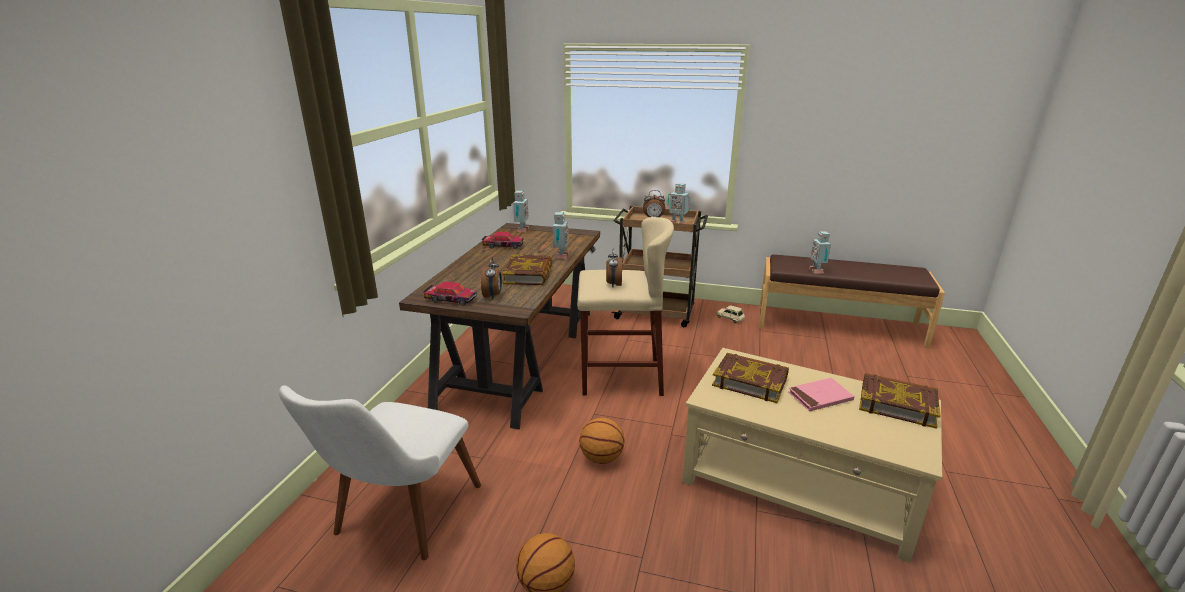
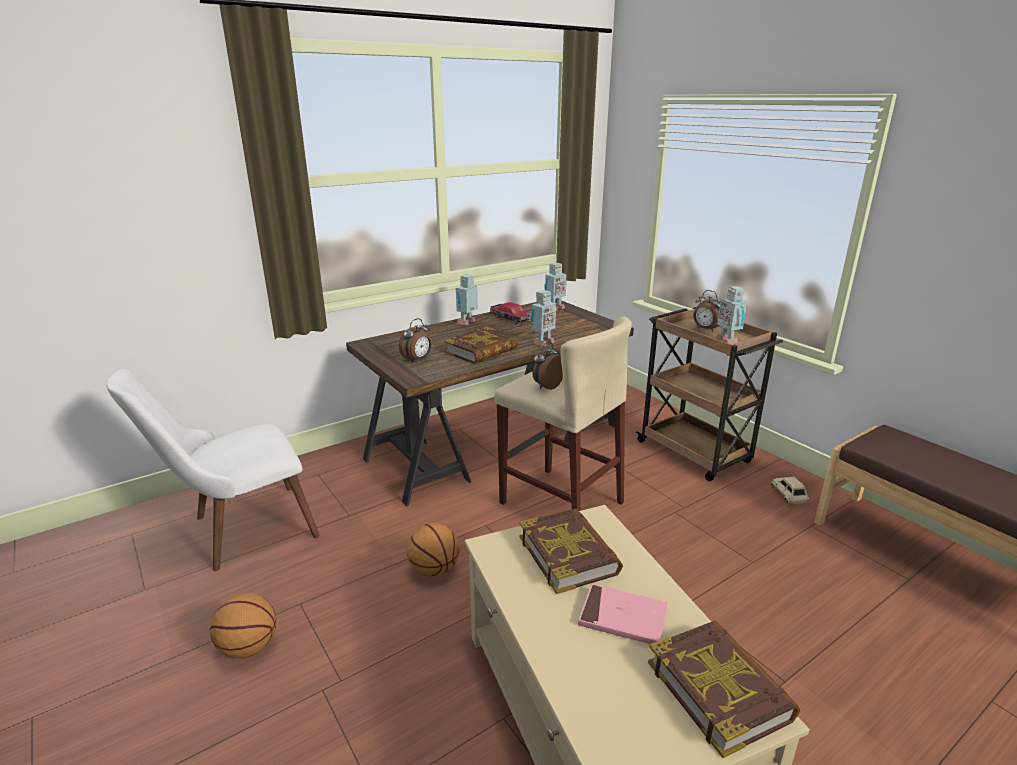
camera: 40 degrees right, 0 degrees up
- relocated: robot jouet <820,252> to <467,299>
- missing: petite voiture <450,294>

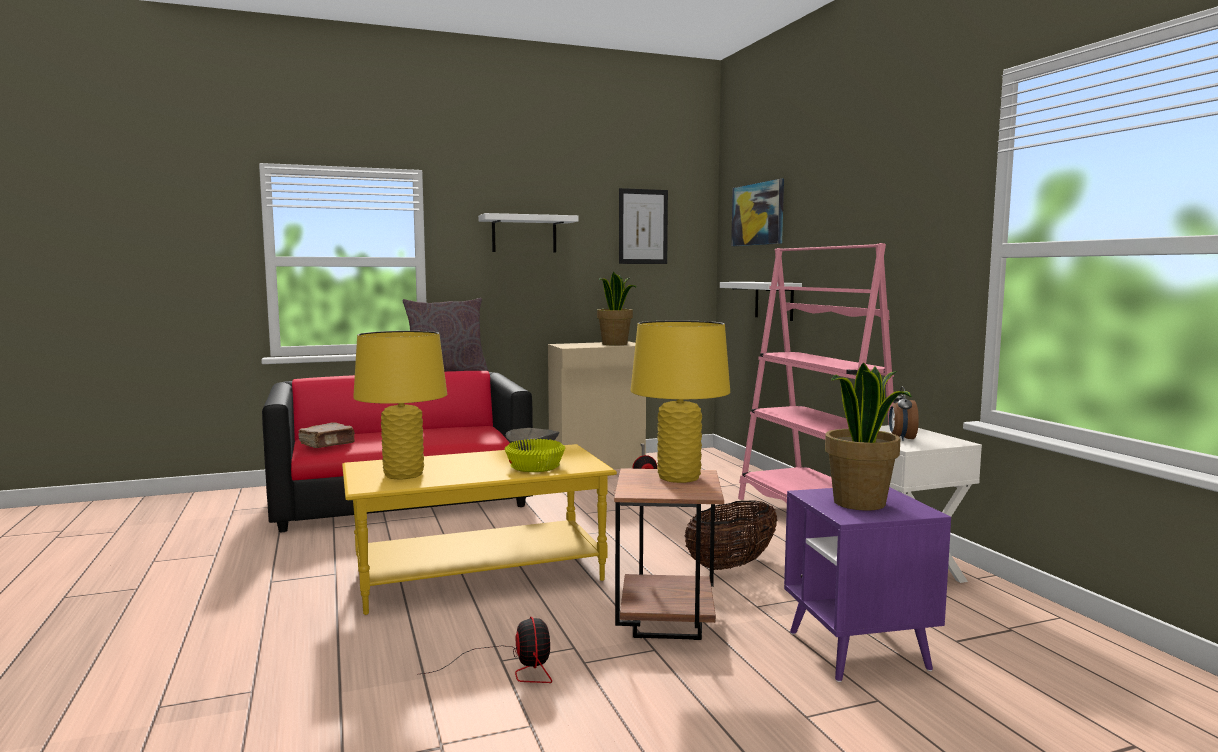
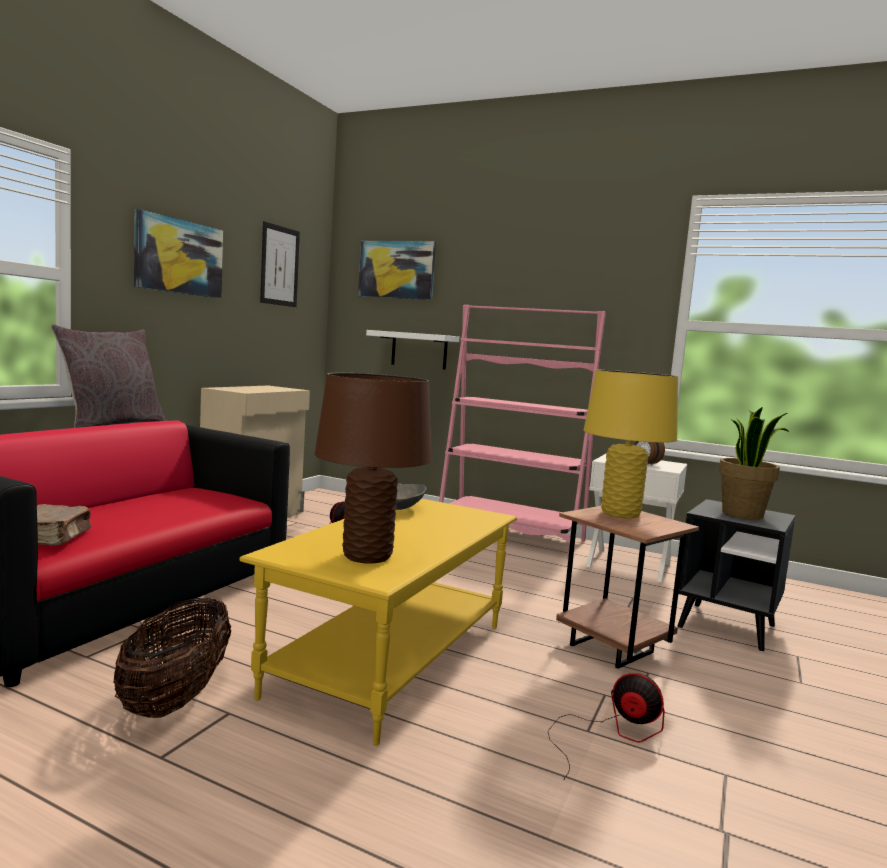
camera: 45 degrees left, 0 degrees up
- relocated: panier <730,535> to <172,658>
- exchanged: étagère (blanc) <528,232> to tableau <178,253>
- colour: lampe de table (jaune) <400,405> to lampe de table (marron) <373,468>
- colour: table d'appoint (violet) <867,584> to table d'appoint (noir) <736,575>
- missing: bol (jaune) <534,455>
- missing: plante en pot <616,309>

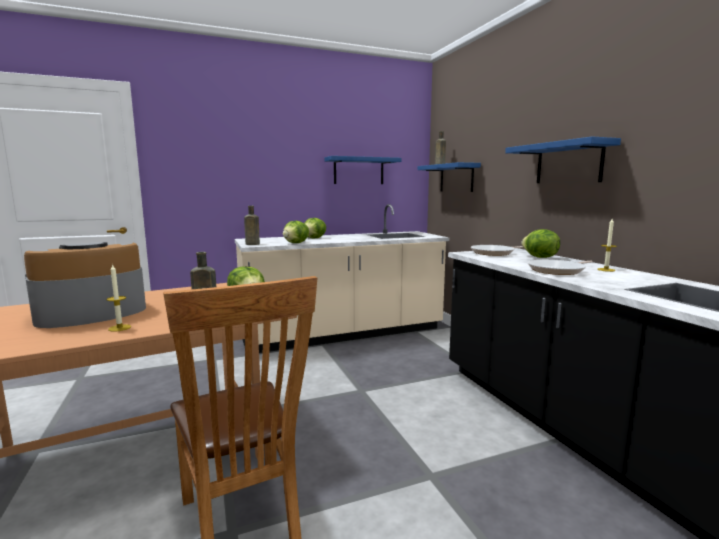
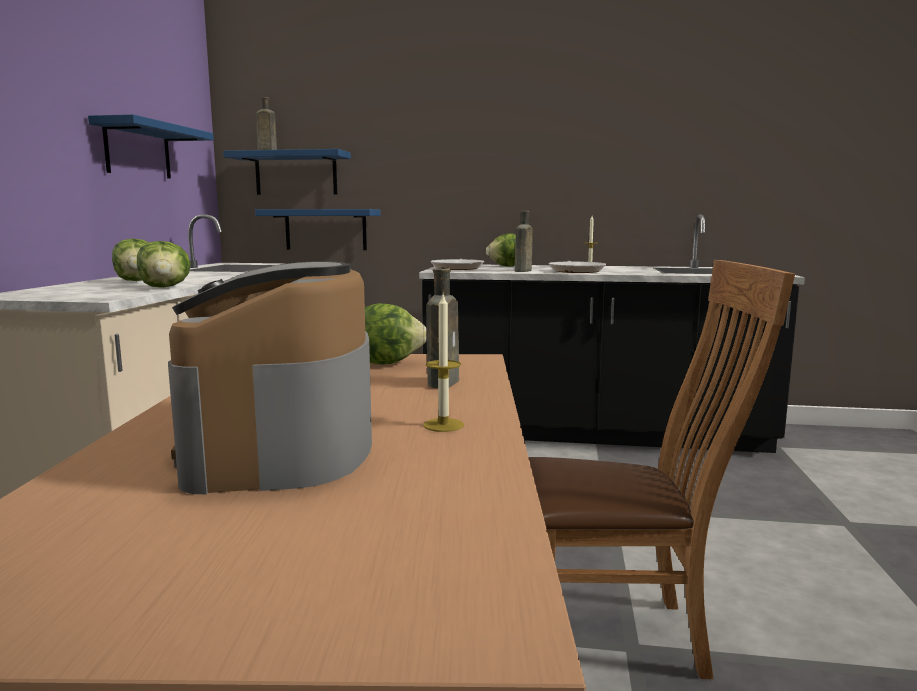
camera: 60 degrees left, 0 degrees up
- relocated: étagère (bleu) <563,159> to <318,229>
- relocated: bouteille (marron) <252,225> to <524,241>

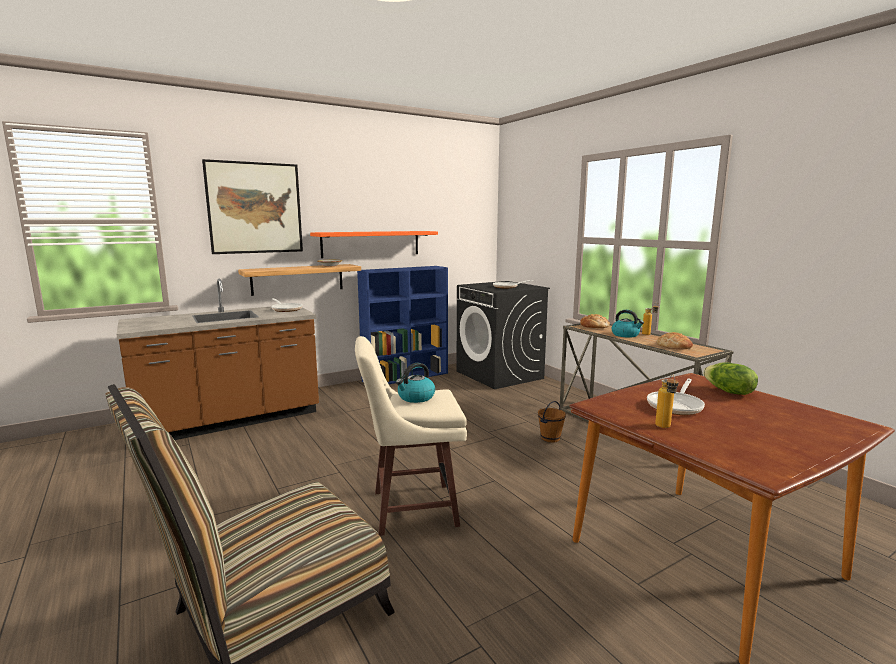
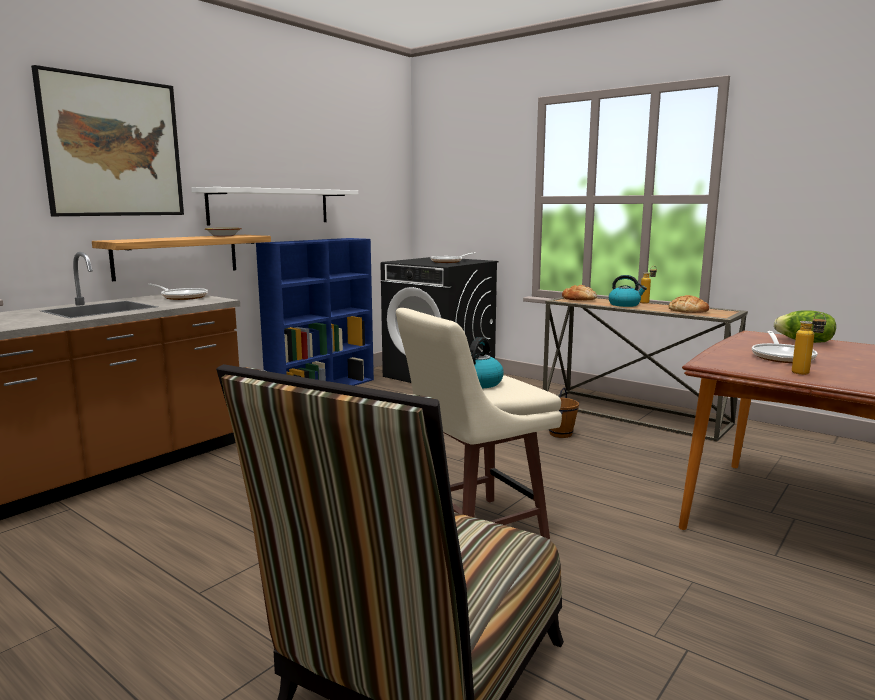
camera: 20 degrees left, 0 degrees up
- colour: étagère (orange) <374,244> to étagère (blanc) <275,206>

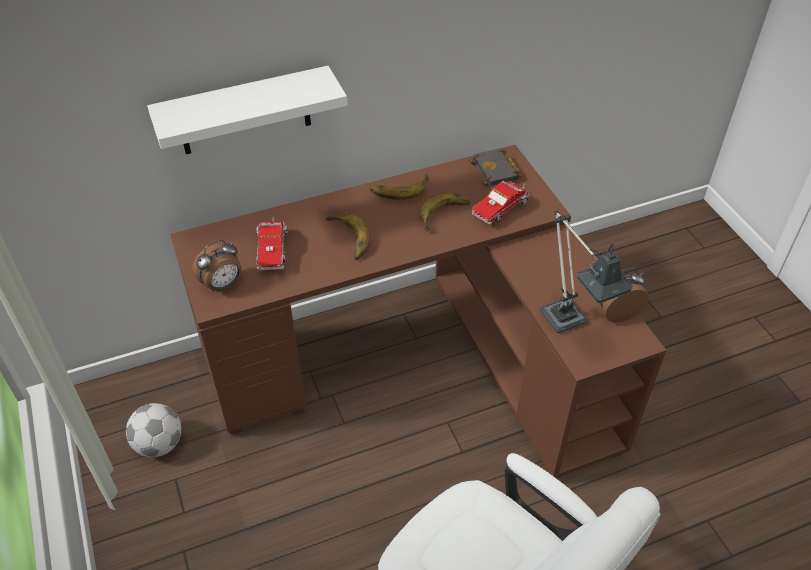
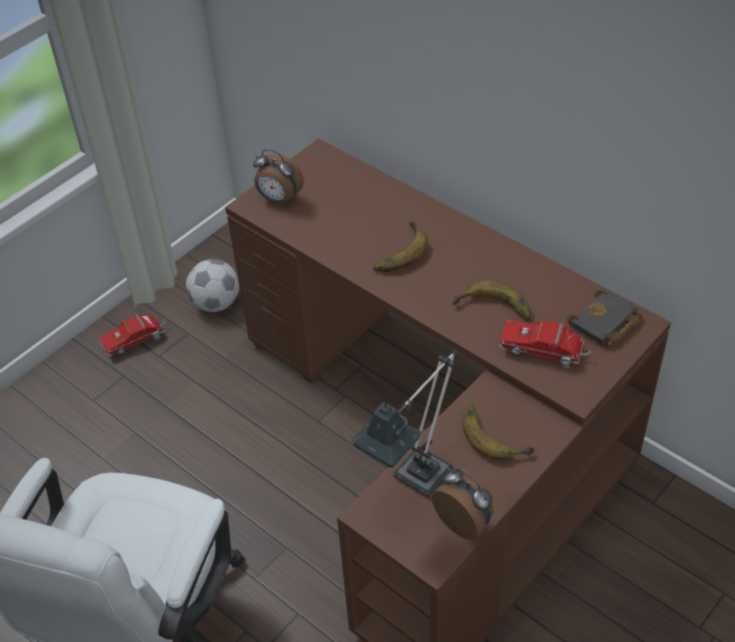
camera: 65 degrees right, 0 degrees up
- relocated: camion jouet <272,244> to <132,335>
- relocated: banane <399,187> to <498,432>
- missing: étagère (blanc) <247,110>

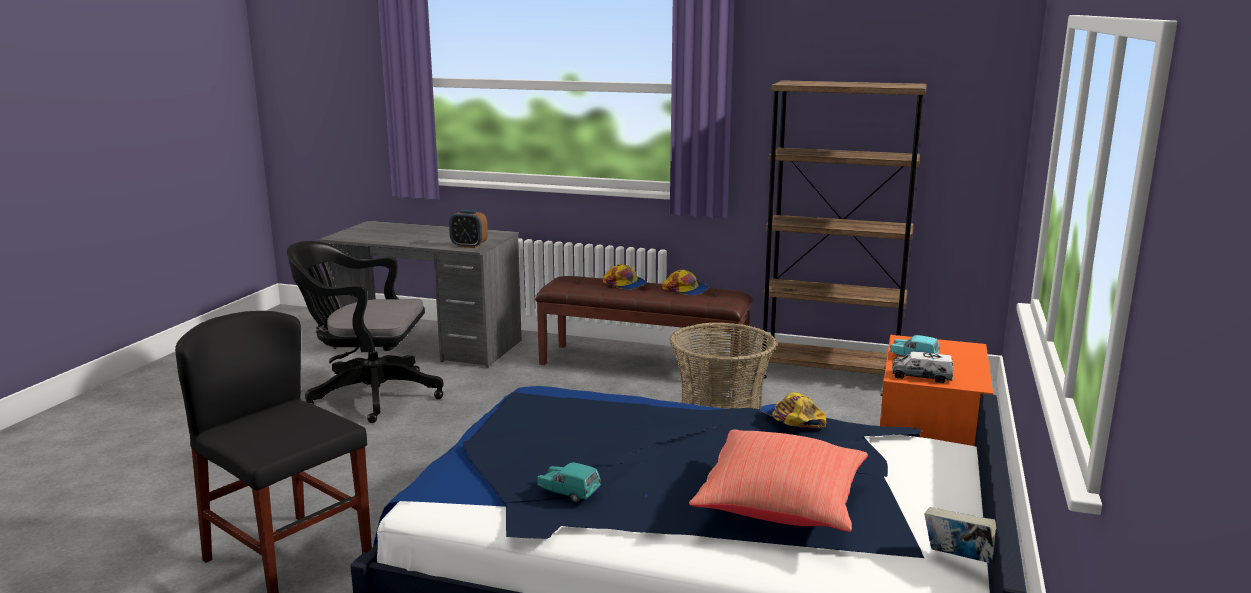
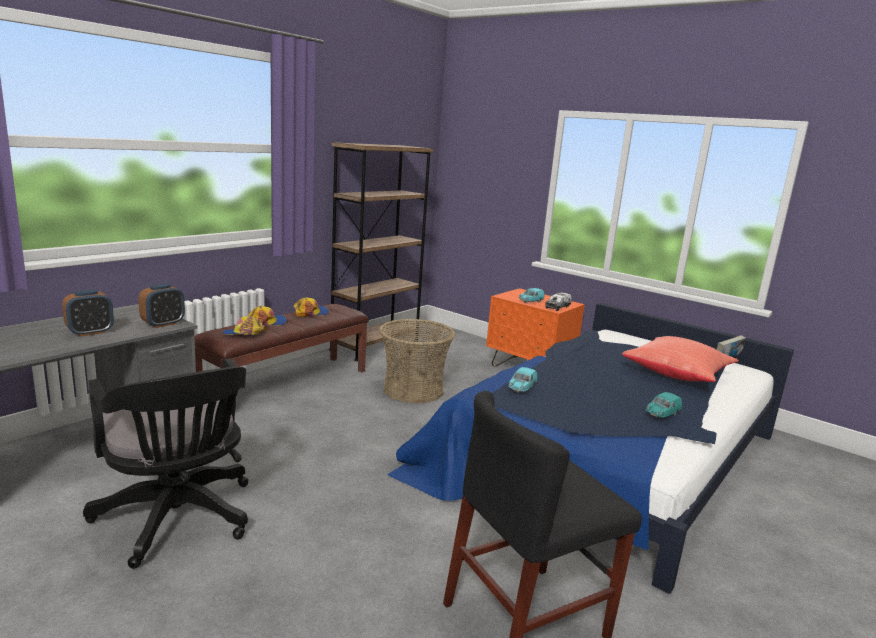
camera: 70 degrees left, 0 degrees up
- appeared: réveil <88,313>
- spun: chaise de bureau (noir) <365,332> = <166,463> 60 degrees counterclockwise
- relocated: casquette <793,410> to <244,326>
- appeared: petite voiture (turquoise) <522,380>

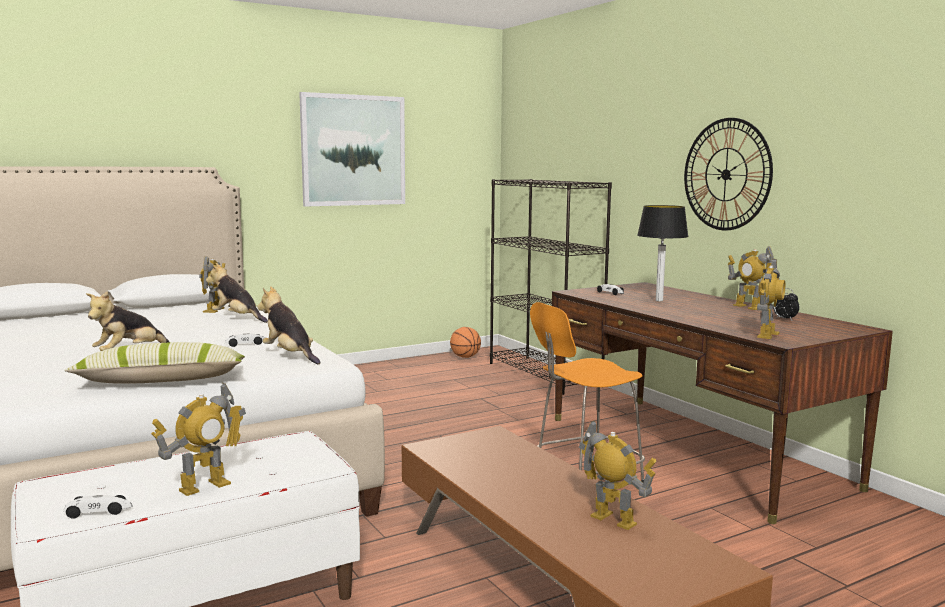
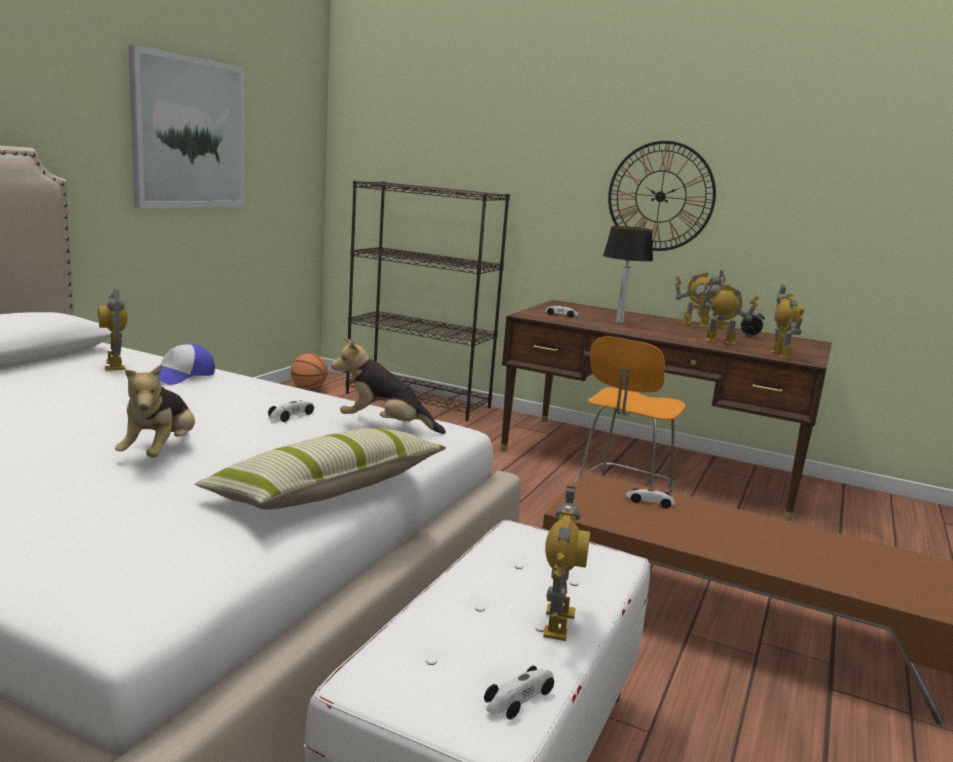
camera: 35 degrees left, 5 degrees up
- exchanged: peluche <237,293> to casquette <187,364>
- appeared: petite voiture <650,498>
- relocated: robot jouet <617,475> to <727,311>

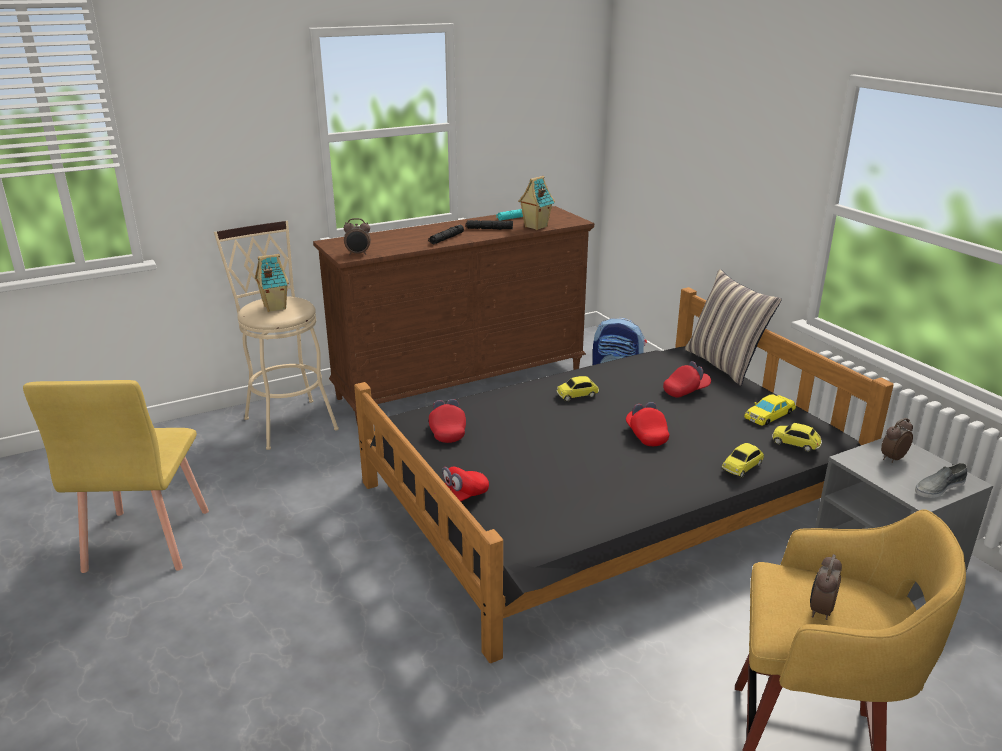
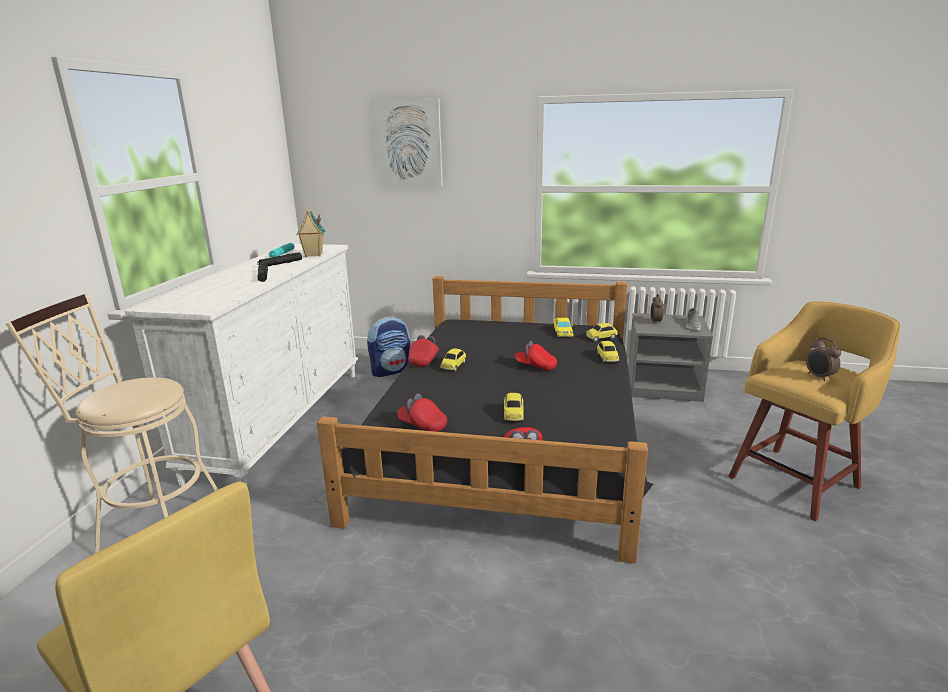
camera: 50 degrees left, 5 degrees down
- colour: commode (marron) <453,316> to commode (blanc) <241,365>
- appeared: tableau <407,142>
- relocated: casquette (rouge) <687,379> to <423,351>
- appeared: petite voiture <513,407>
- missing: maison miniature <272,283>
- missing: réveil <357,236>
- missing: coussin <733,327>

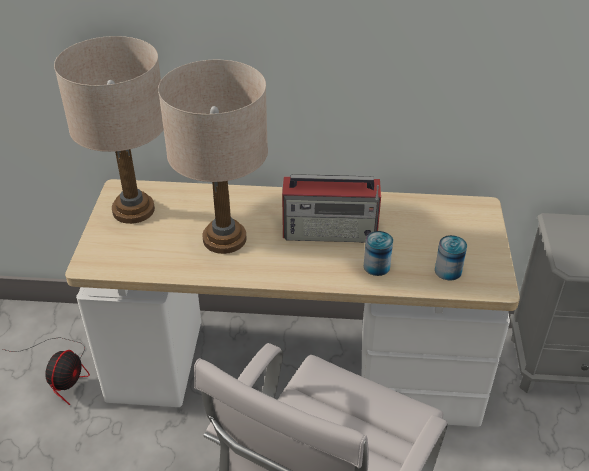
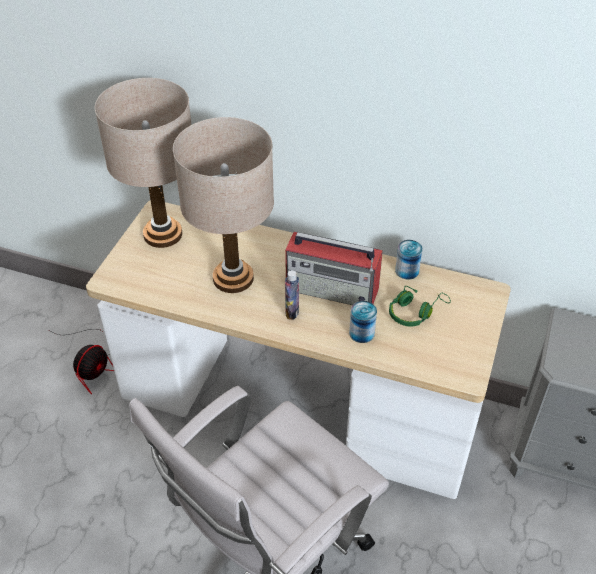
camera: 15 degrees right, 5 degrees up
- appeared: bouteille <292,295>
- appeared: casque audio (vert) <420,306>
- relocated: boîte métallique <451,258> to <408,260>

